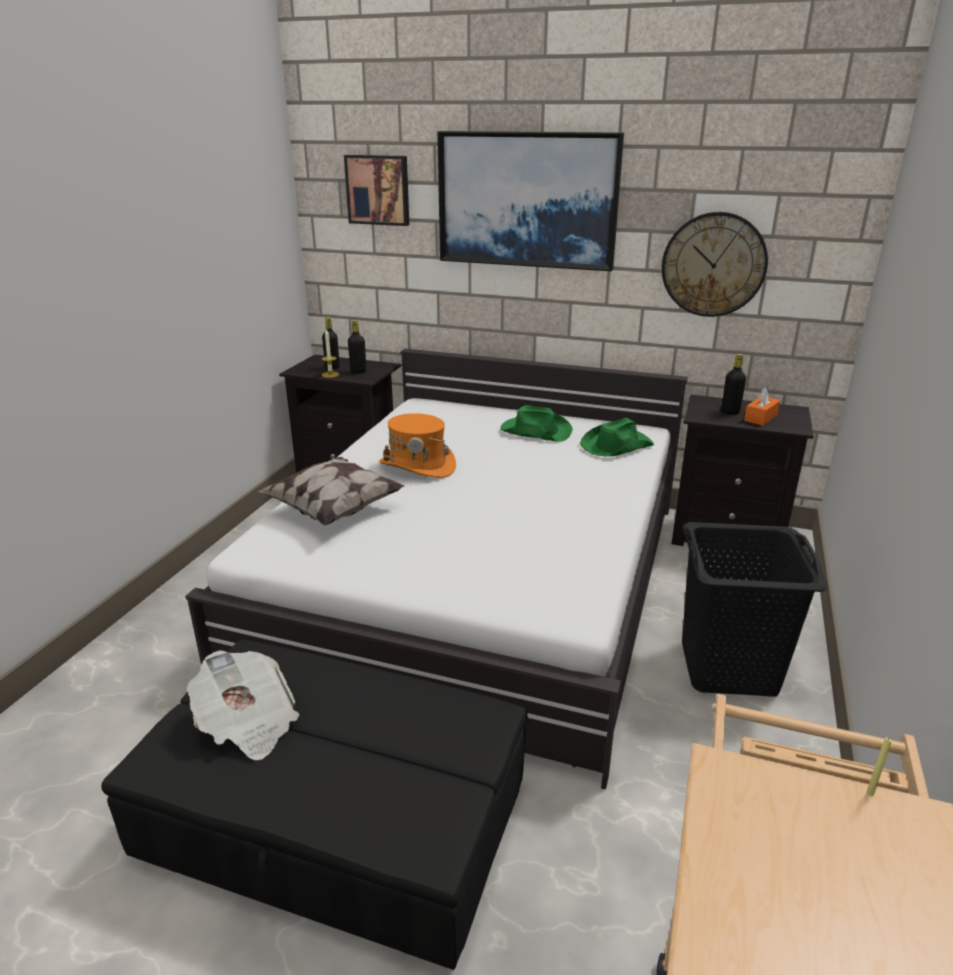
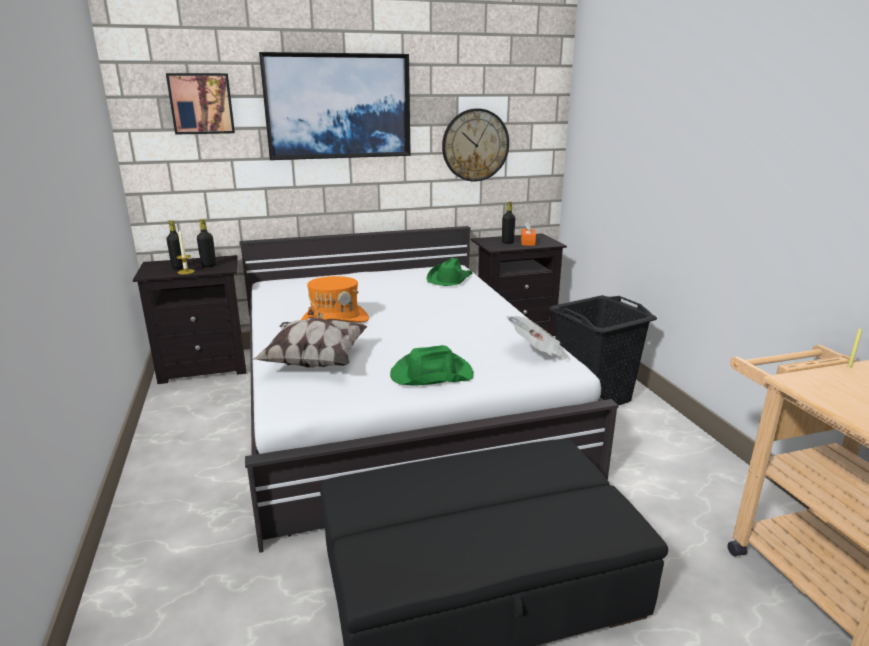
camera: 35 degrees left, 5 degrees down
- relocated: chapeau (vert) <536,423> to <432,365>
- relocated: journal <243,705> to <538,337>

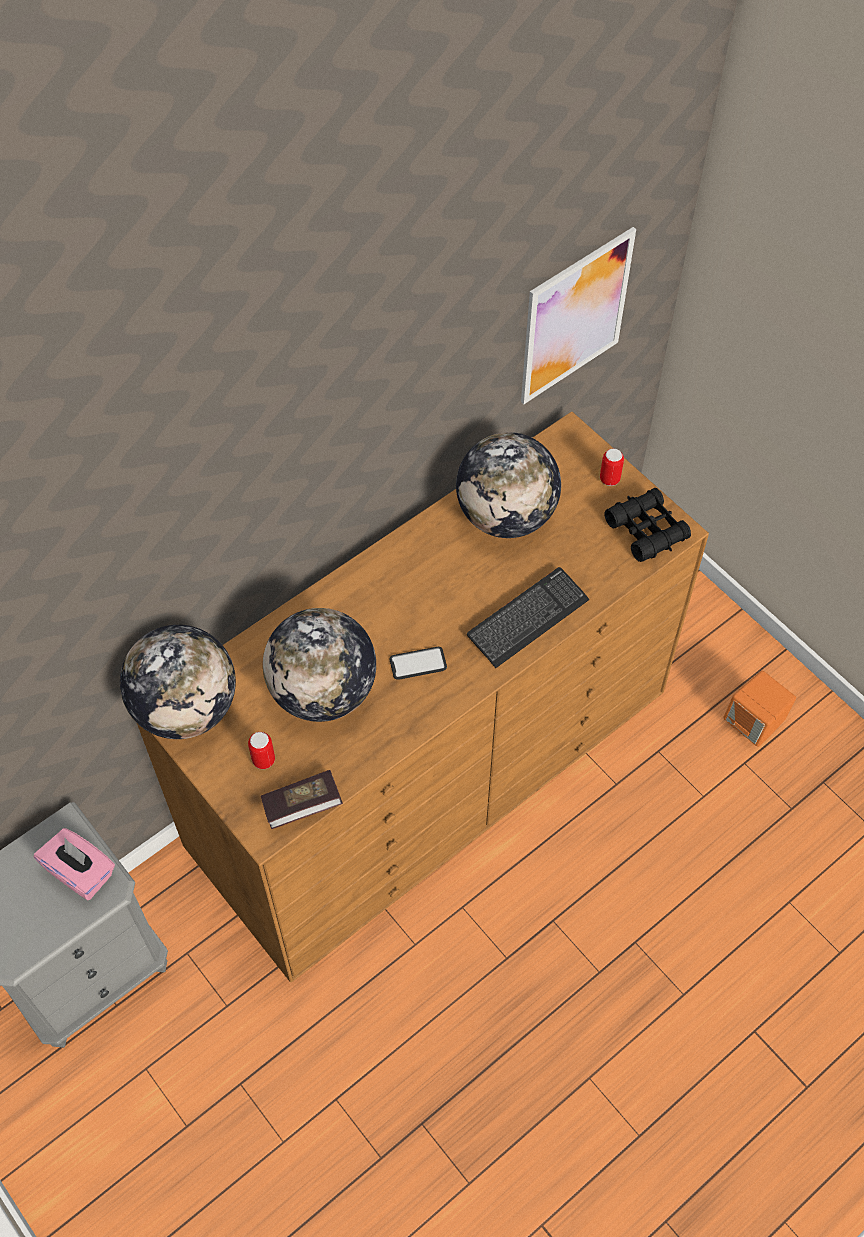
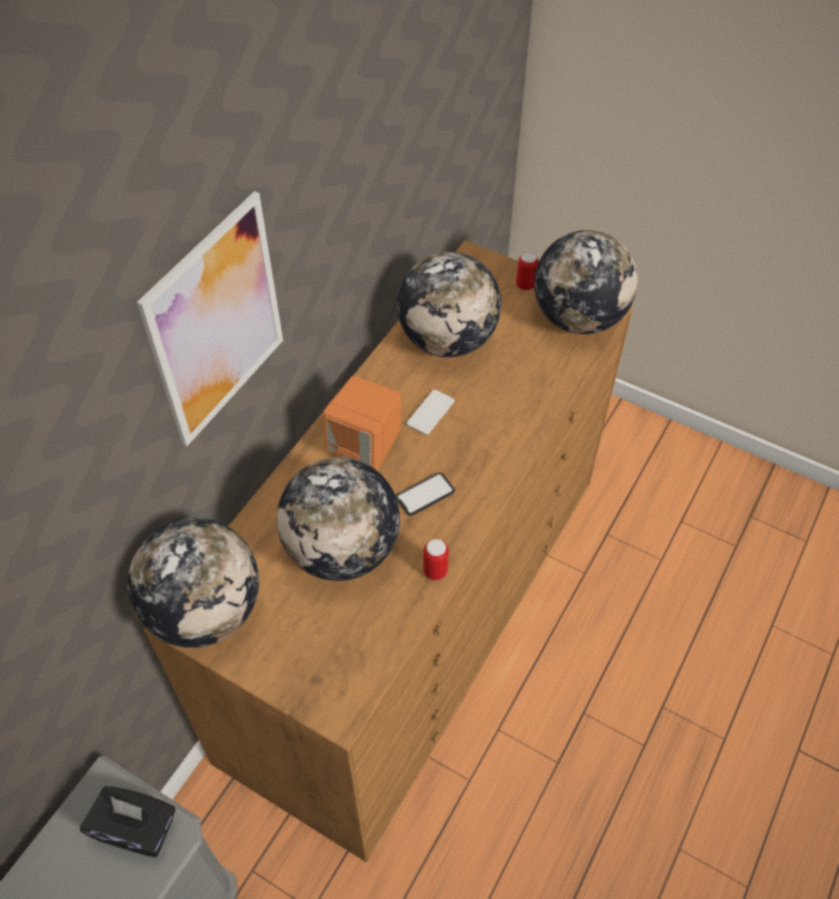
camera: 20 degrees left, 5 degrees down
- colour: boîte à mouchoirs (rose) <74,864> to boîte à mouchoirs (noir) <127,822>
- relocated: tableau <578,315> to <210,318>
- relocated: enceinte (orange) <759,709> to <362,423>
- appeared: téléphone <430,412>
- relocated: boîte métallique <261,750> to <436,560>
- exchanged: jumelles (noir) <647,525> to globe <586,282>
- missing: livre <302,799>
- missing: clavier <528,617>

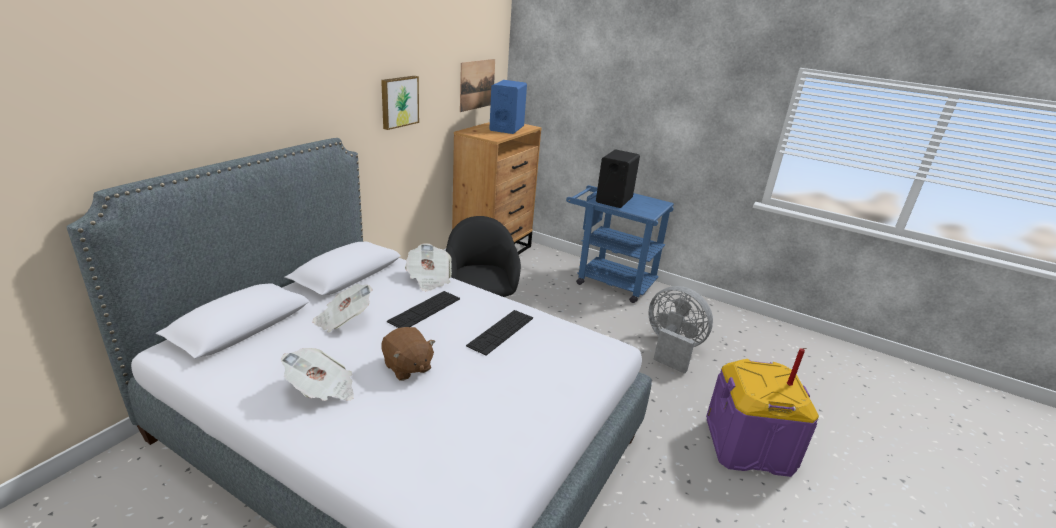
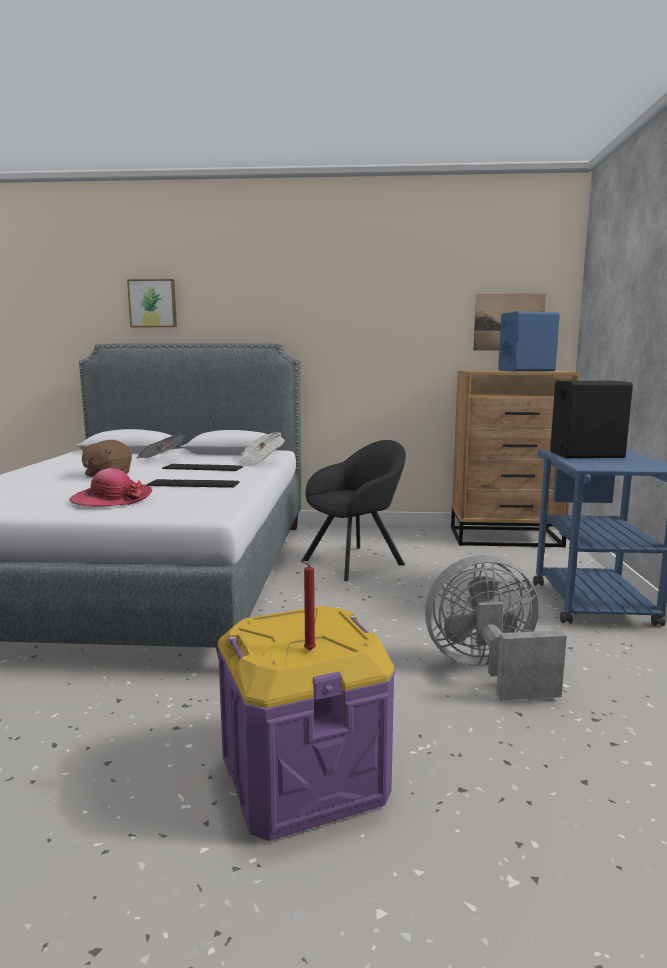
camera: 65 degrees right, 15 degrees down
- appeared: chapeau <110,487>
- relocated: tableau <400,103> to <152,303>
- spun: ventilateur (gris) <680,330> = <496,627> 105 degrees counterclockwise
- missing: journal <317,374>

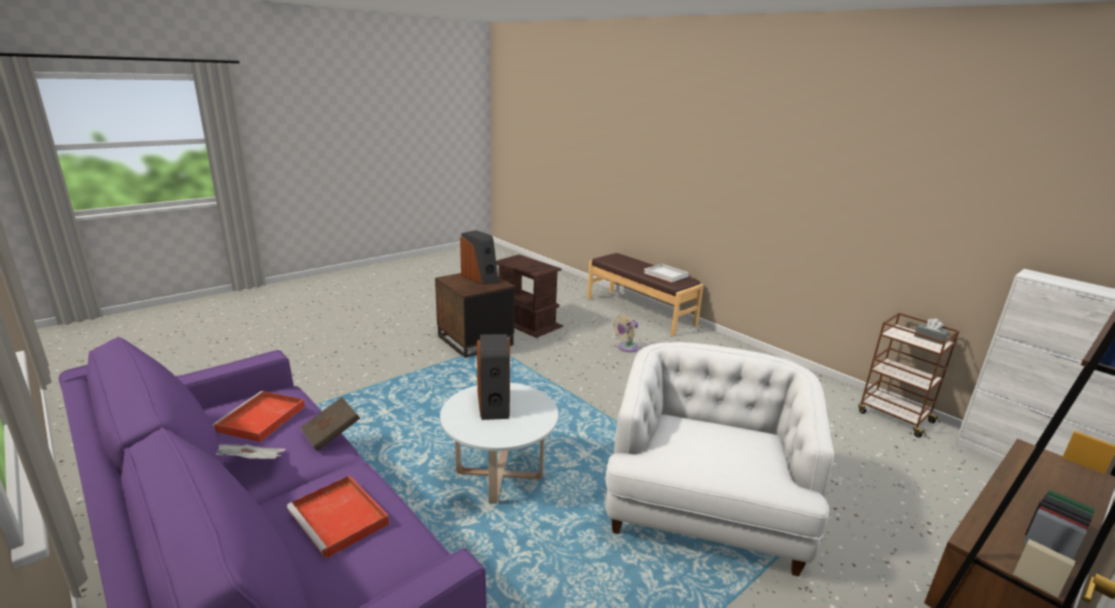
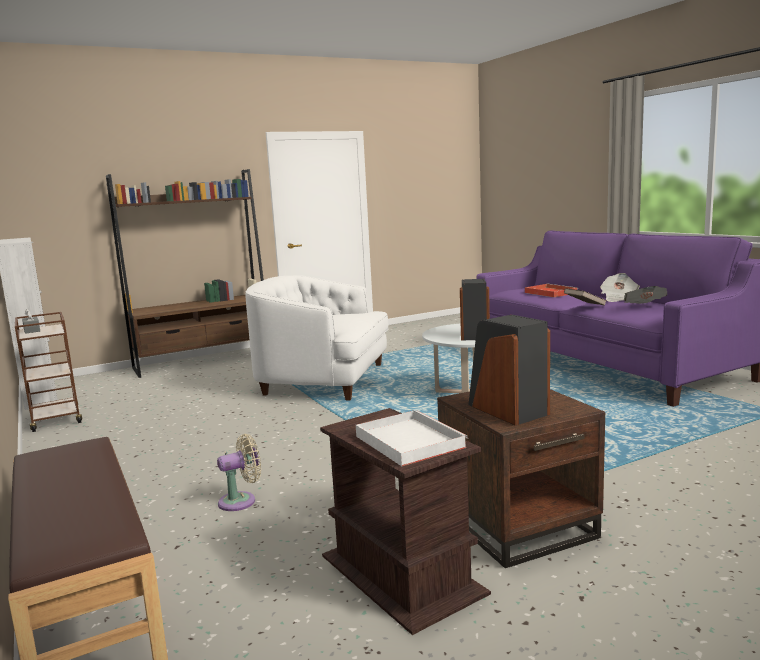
camera: 165 degrees left, 10 degrees down
- spun: fauteuil (blanc) <720,459> = <316,337> 75 degrees clockwise
- relocated: plateau (blanc) <666,273> to <412,438>
- exchanged: plateau (rouge) <258,416> to journal <645,295>

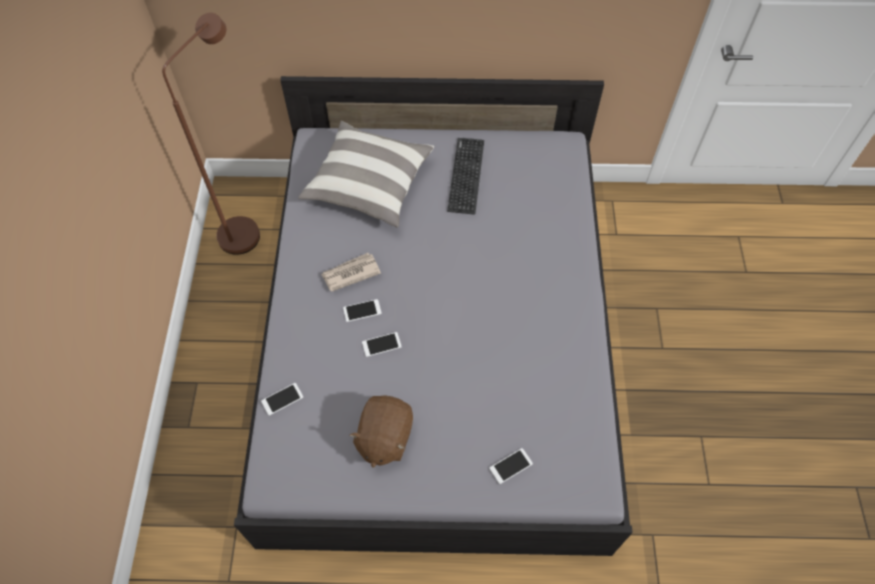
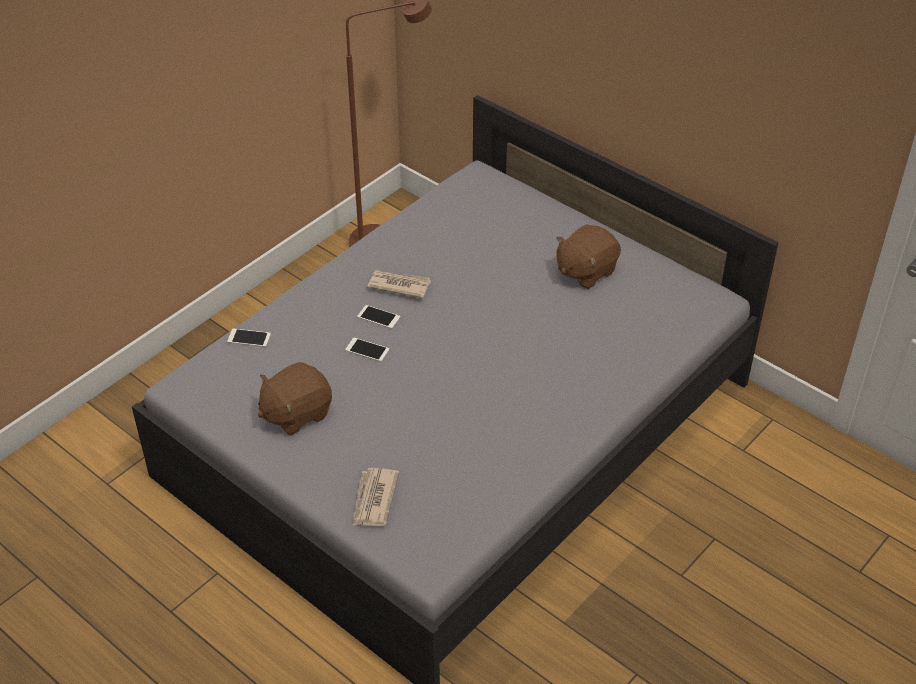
camera: 40 degrees right, 15 degrees down
- exchanged: téléphone <511,466> to journal <376,497>
- exchanged: clavier <465,176> to peluche (marron) <588,256>
- missing: coussin <366,174>

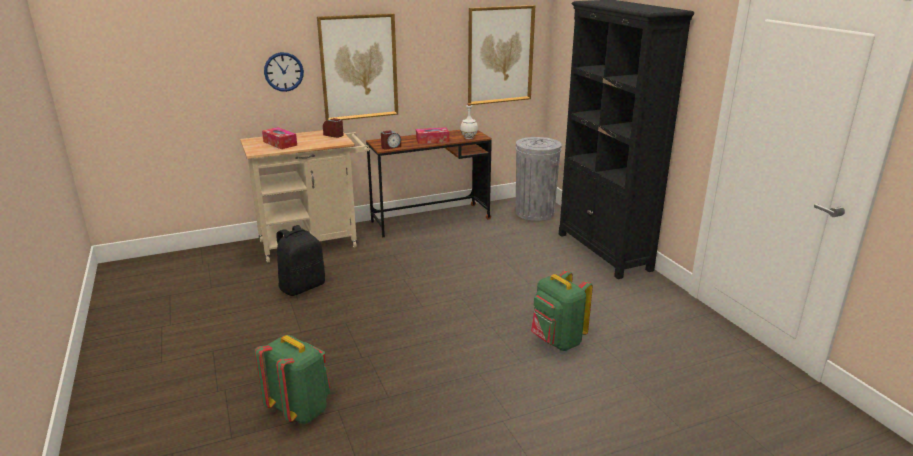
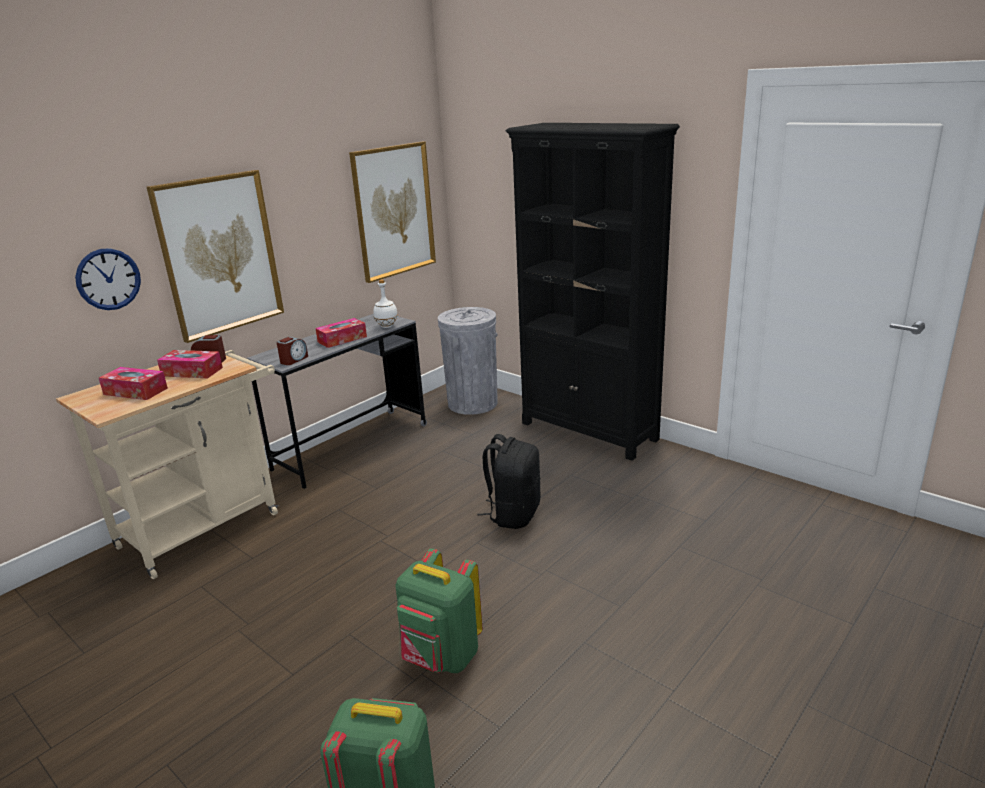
camera: 25 degrees left, 0 degrees up
- appeared: boîte à mouchoirs <190,364>
- colour: bureau (marron) <429,183> to bureau (gris) <337,401>
- relocated: sac à dos (vert) <562,310> to <439,611>
- relocated: sac à dos (noir) <300,260> to <508,481>

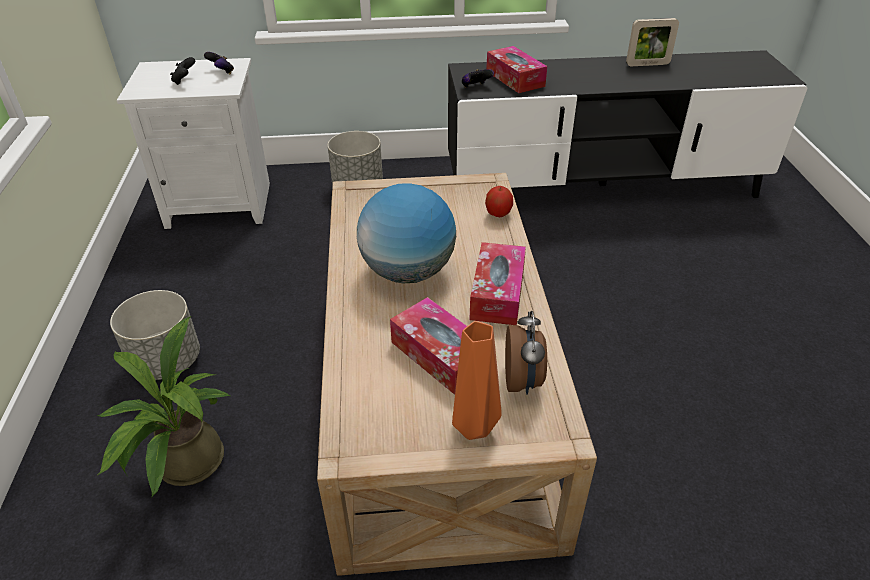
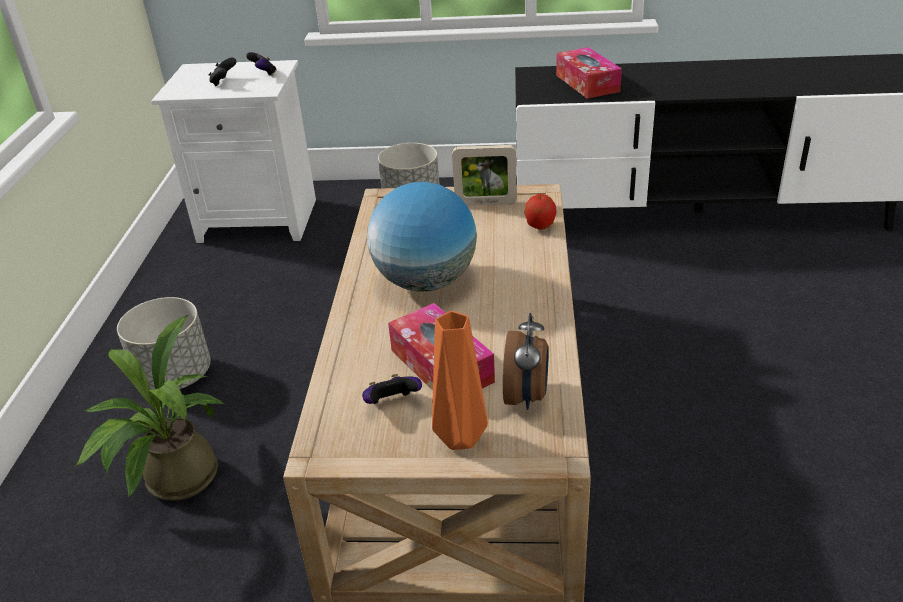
camera: 10 degrees right, 5 degrees down
- relocated: manette <478,78> to <392,389>
- relocated: cadre photo <652,42> to <484,175>
- missing: boîte à mouchoirs <497,283>

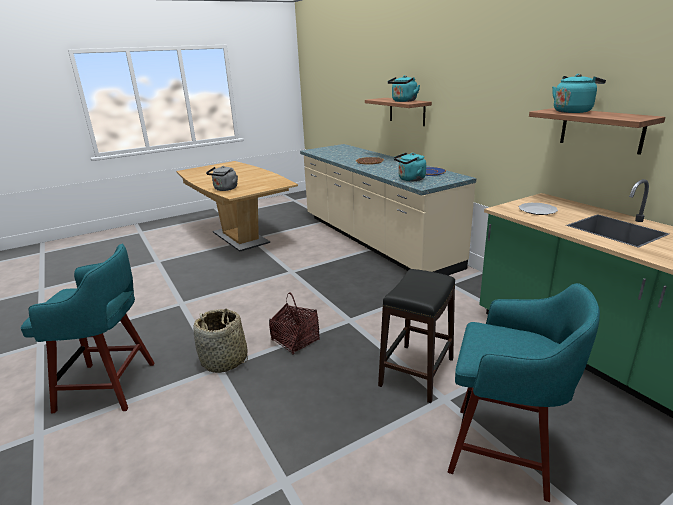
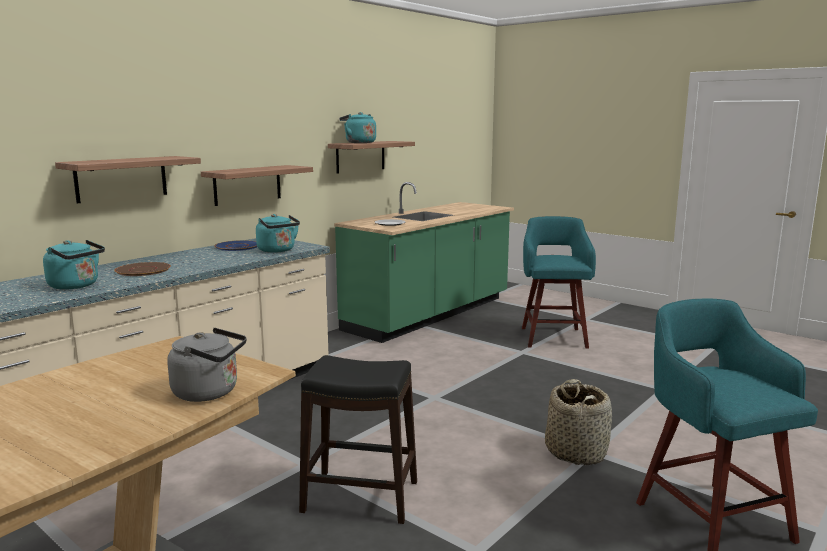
camera: 110 degrees left, 10 degrees down
- relocated: bouilloire (turquoise) <404,88> to <74,265>
- appeared: étagère <257,185>
- relocated: tabouret (noir) <416,336> to <358,439>
- missing: panier <294,323>

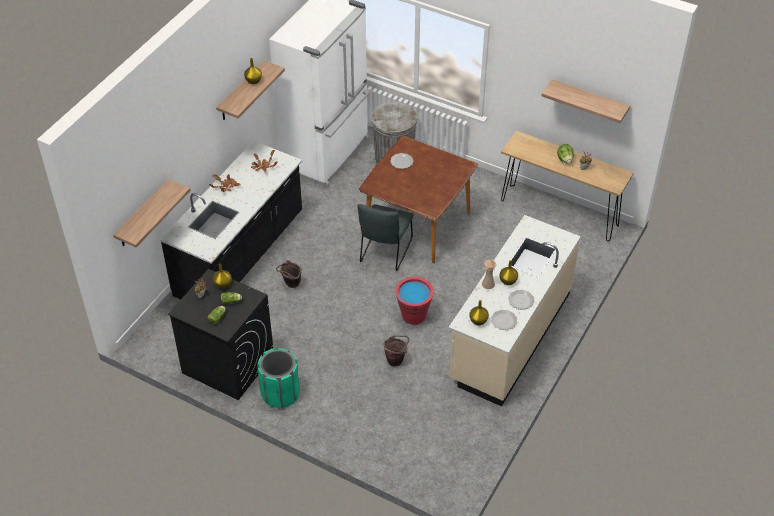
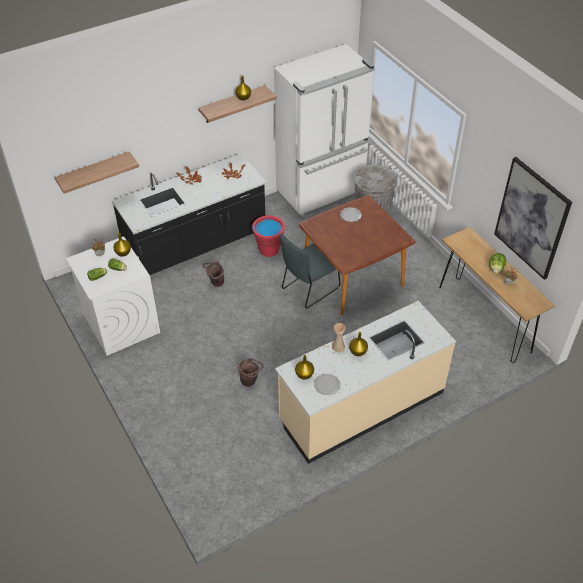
camera: 30 degrees right, 0 degrees up
- colour: lave-linge (noir) <220,334> to lave-linge (blanc) <113,296>
- relocated: seau (rouge) <414,301> to <268,236>
- exchanged: étagère <585,101> to tableau <533,218>
- missing: poubelle (vert) <278,378>
- missing: assiette <521,300>

